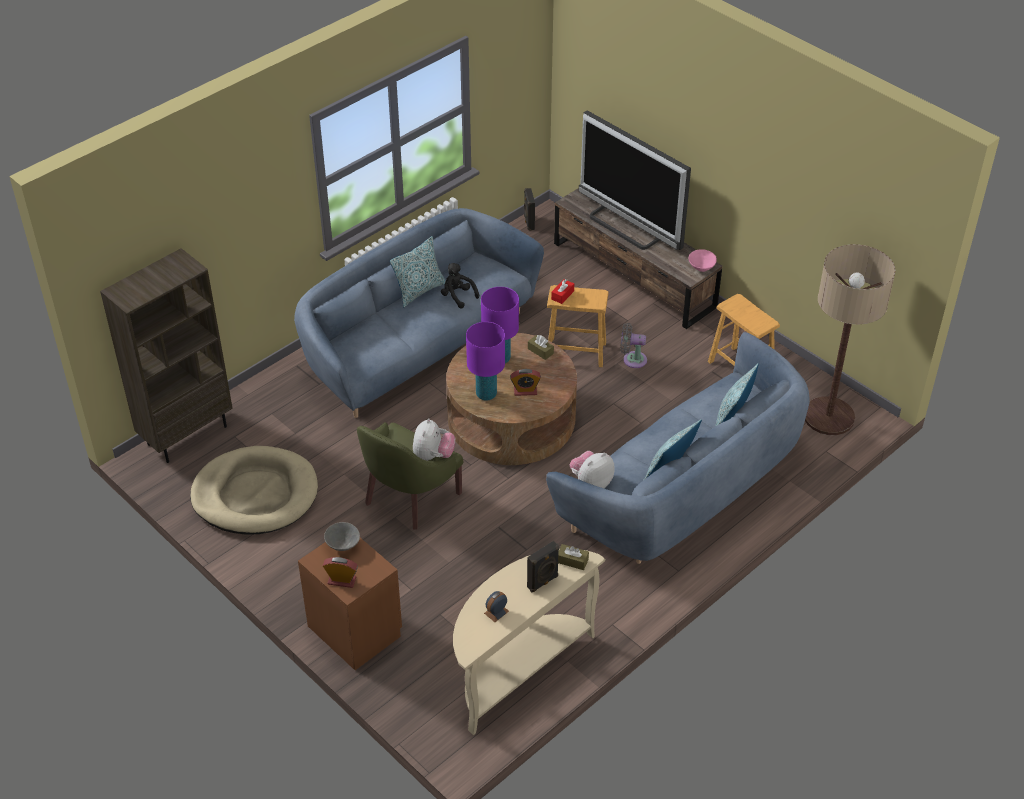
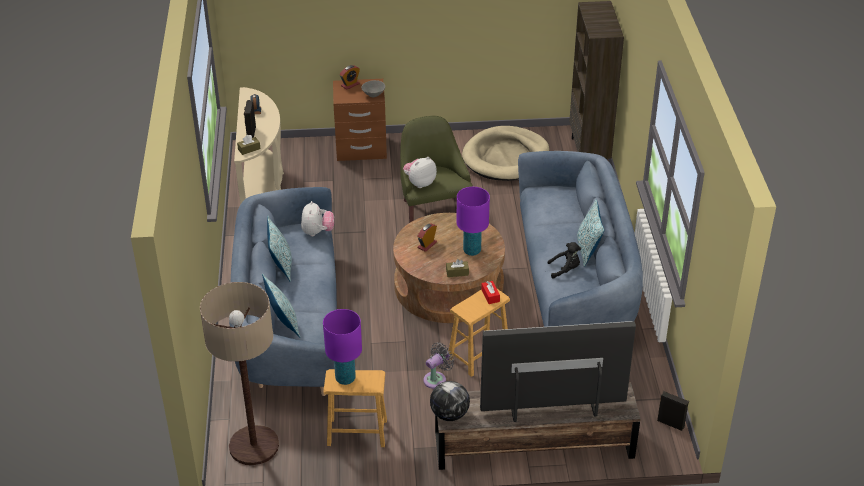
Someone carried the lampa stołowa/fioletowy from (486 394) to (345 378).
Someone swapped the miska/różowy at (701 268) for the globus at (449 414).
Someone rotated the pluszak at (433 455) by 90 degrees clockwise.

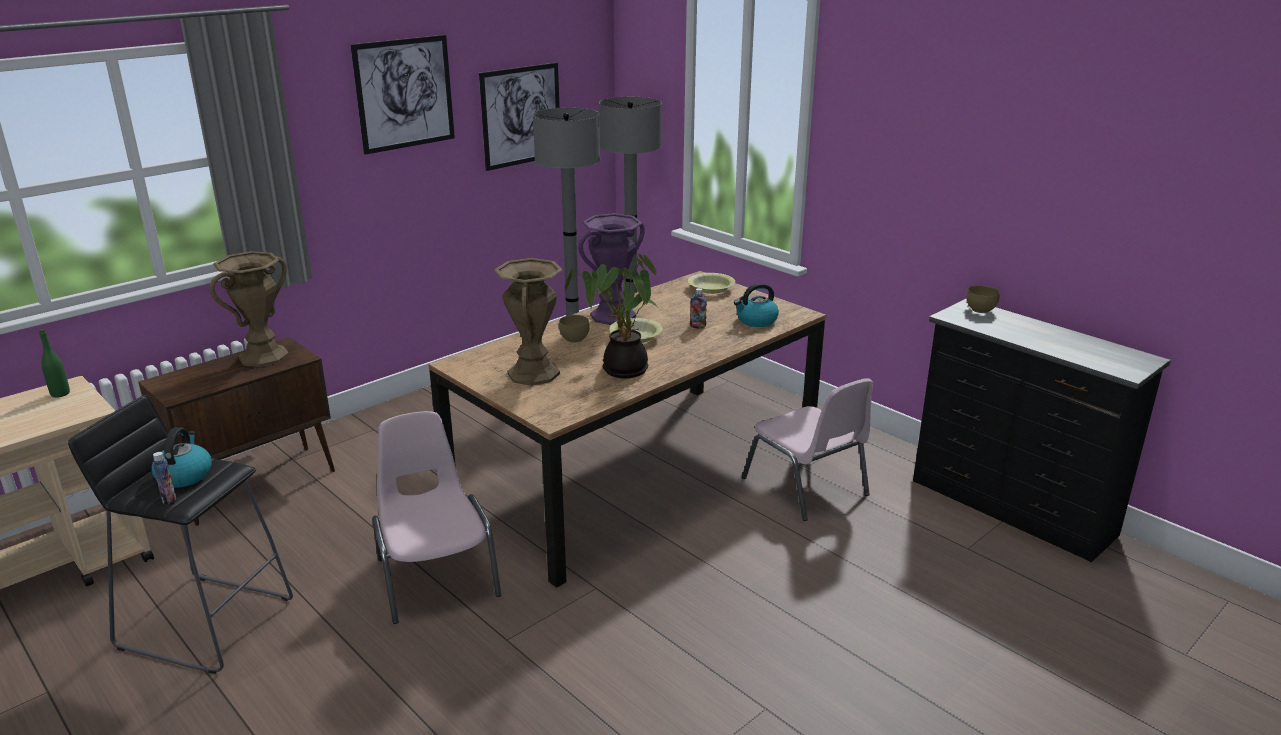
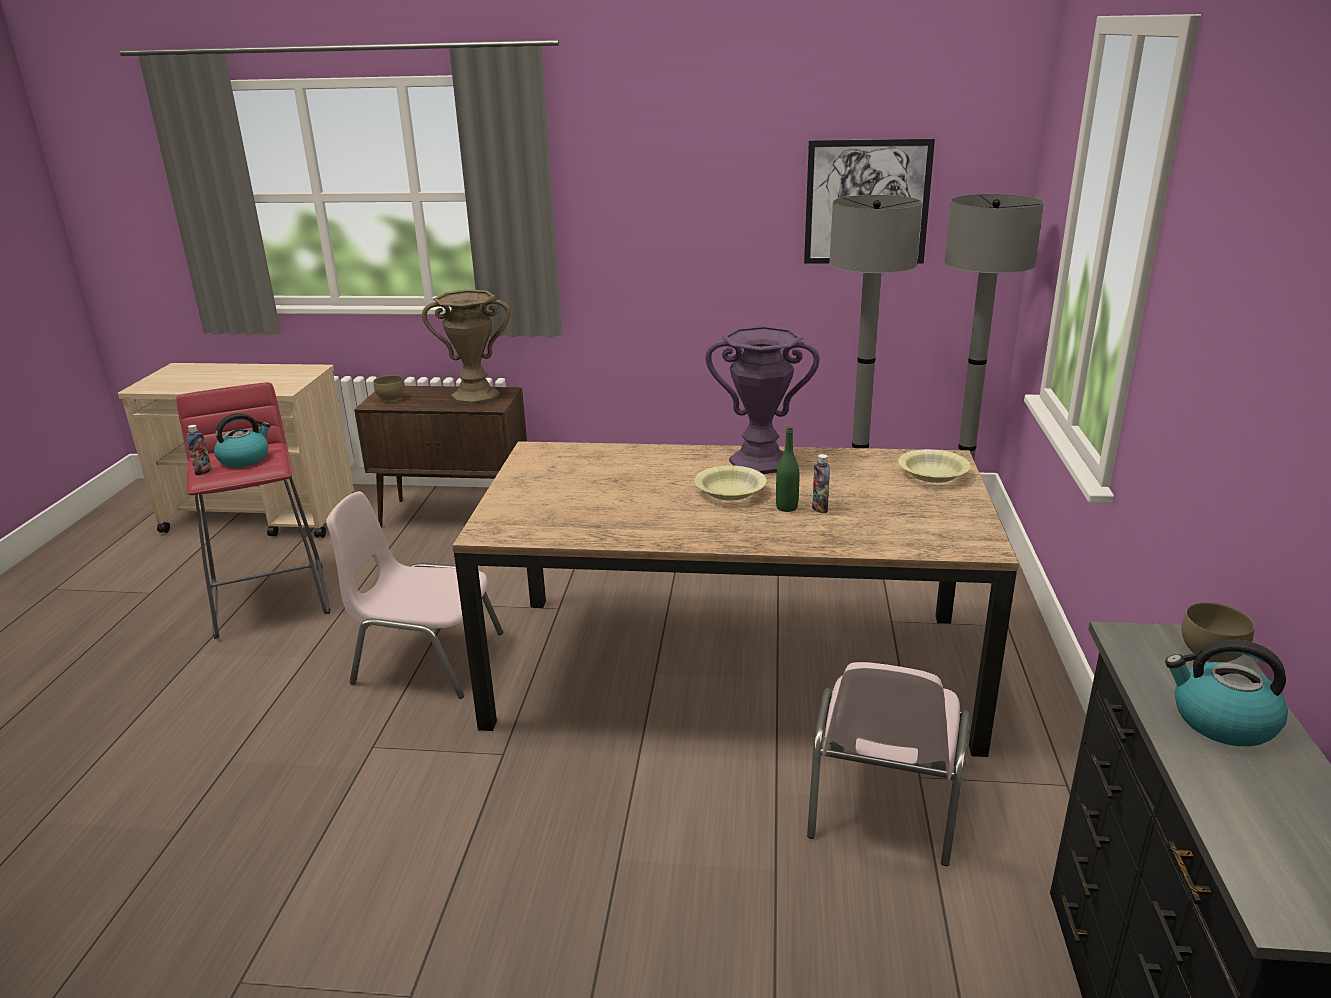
Someone took away the obraz at (404 93).
Someone took away the wazon/brązowy at (534 373).
Someone took away the roślina doniczkowa at (621 370).
Someone carried the butelka/zielony from (60 394) to (786 507).
Someone carried the miska/brązowy from (574 340) to (390 399).
Someone carried the czajnik from (756 321) to (1221 721).
Someone repainted the stołek/czarny at (206 621), which became the stołek/czerwony at (271 599).
Someone rotated the krzesło/różowy at (436 576) by 105 degrees counterclockwise.

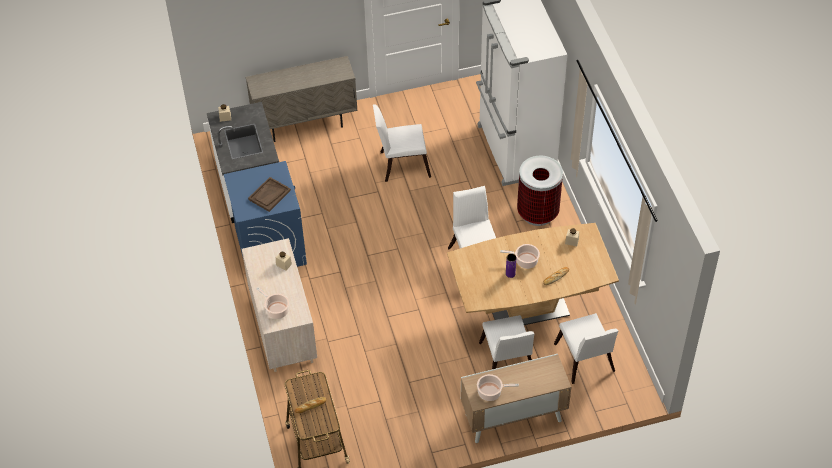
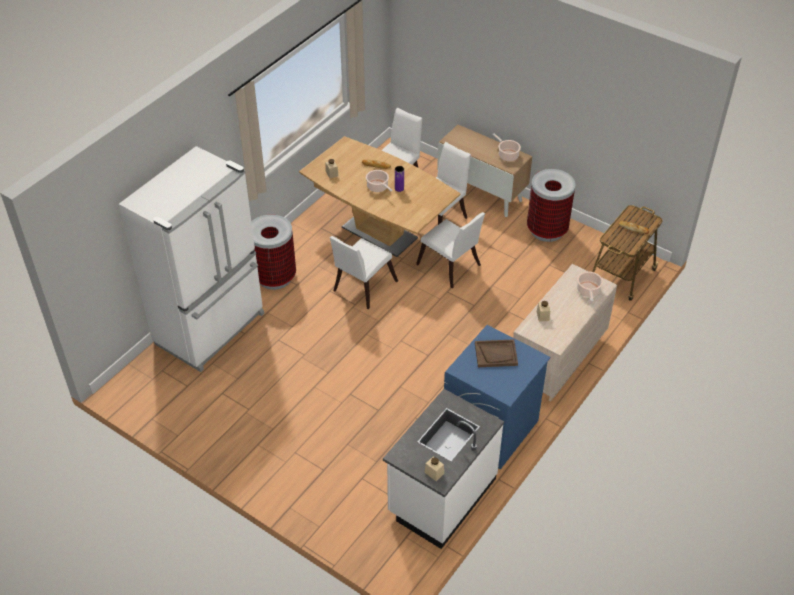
Someone took away the szafka/beżowy at (305 124).
Someone put down the kosz na śmieci at (547 230).
Someone carried the krzesło/biały from (401 164) to (450 267).

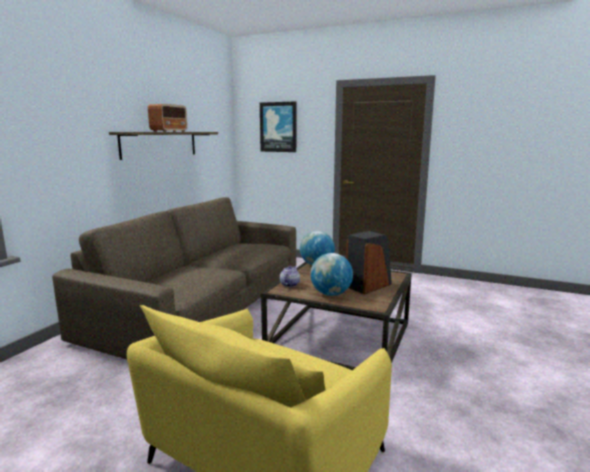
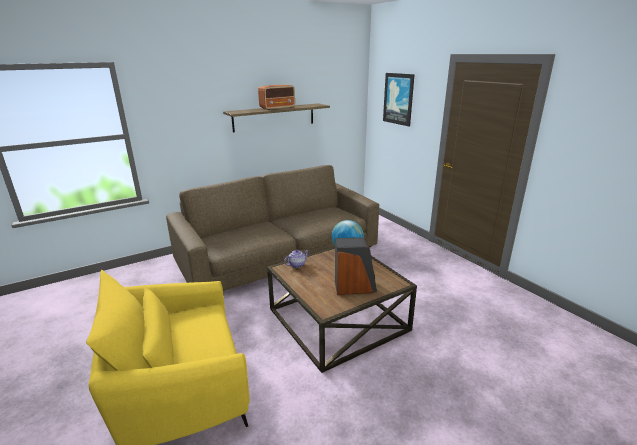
Someone took away the globus at (331 294).

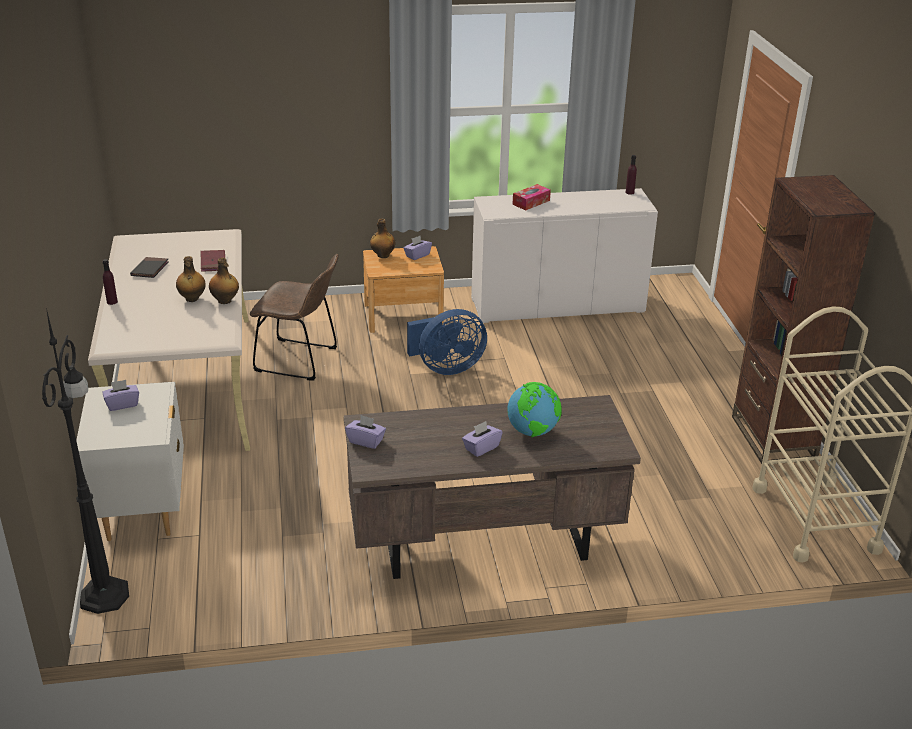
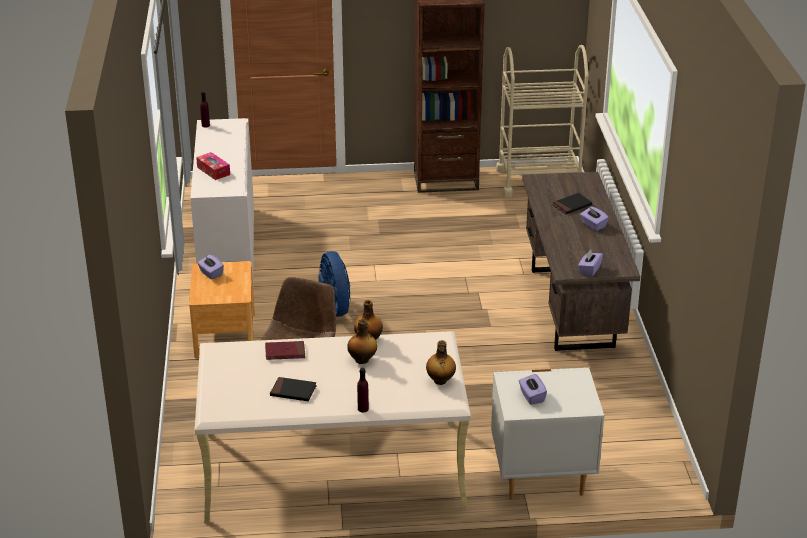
Someone took away the lampa stojąca/czarny at (105 593).
Someone carried the butelka from (382 255) to (440 381).
Someone swapped the globus at (533 432) for the książka/czarny at (572 205).

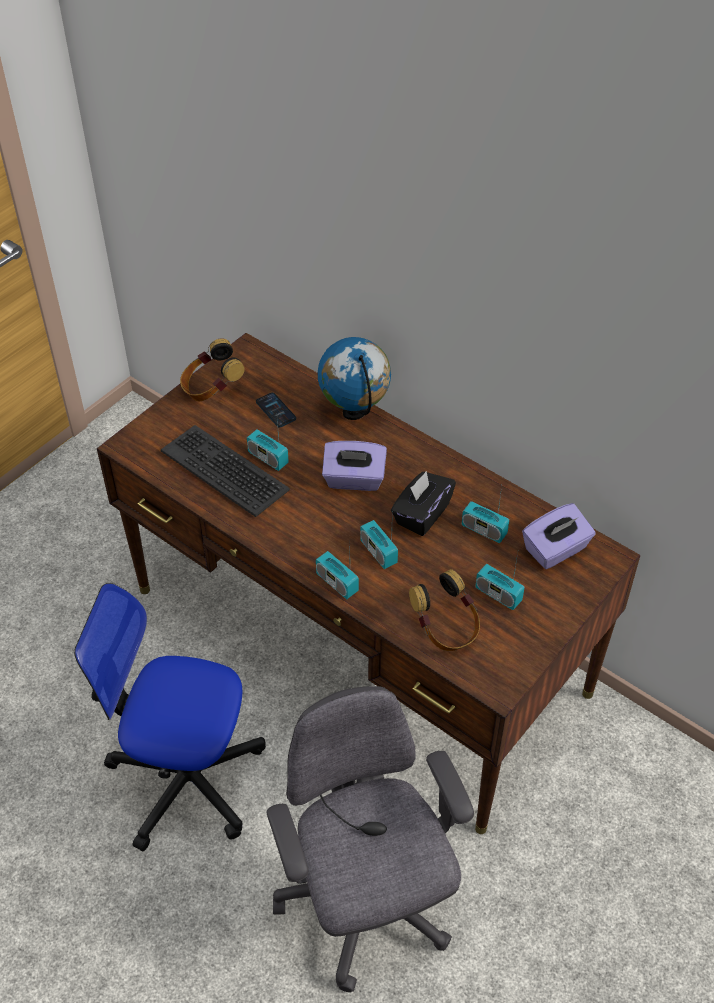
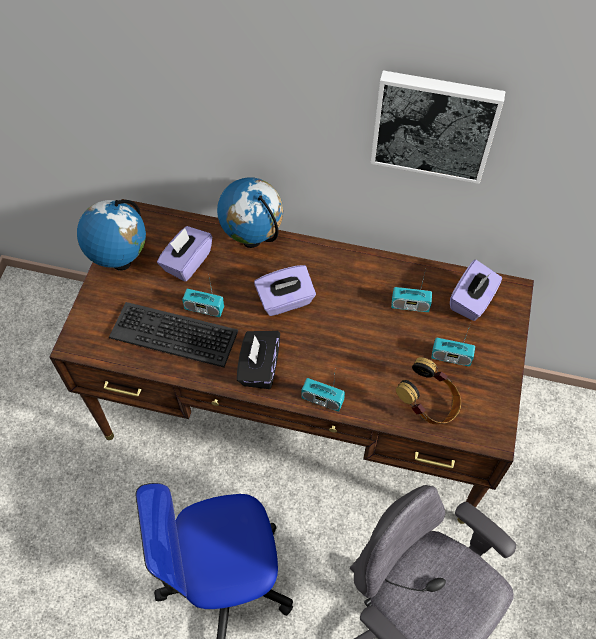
Someone took away the radio at (378 552).
Someone put up the obraz at (434 124).
Someone carried the pudełko chusteczek/czarny from (421 514) to (259 368).
Someone swapped the słuchawki at (211 388) for the globus at (120 262).
Someone swapped the telefon at (276 410) for the pudełko chusteczek/fioletowy at (187 262).

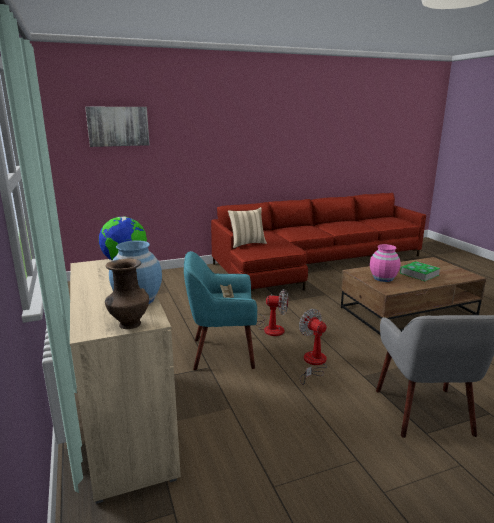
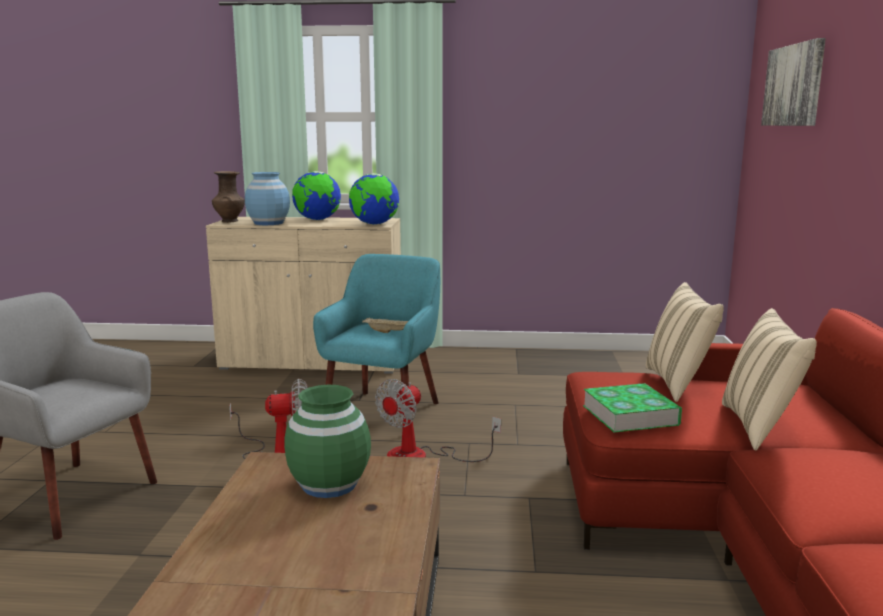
Someone put down the globus at (317 220).
Someone put down the poduszka/beżowy at (760 427).
Someone carried the książka from (419 274) to (630 415).
Someone repainted the wazon/różowy at (383 278), which became the wazon/zielony at (329 484).

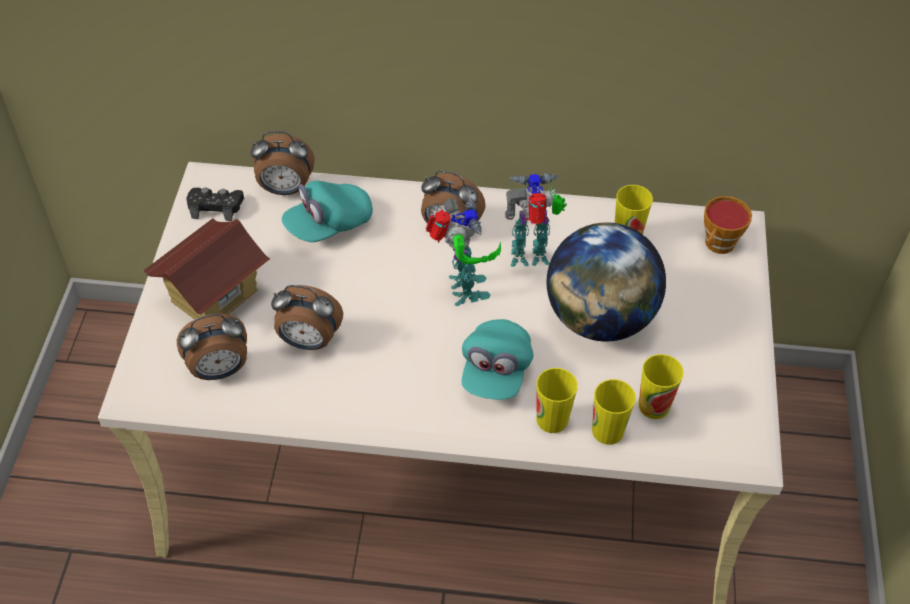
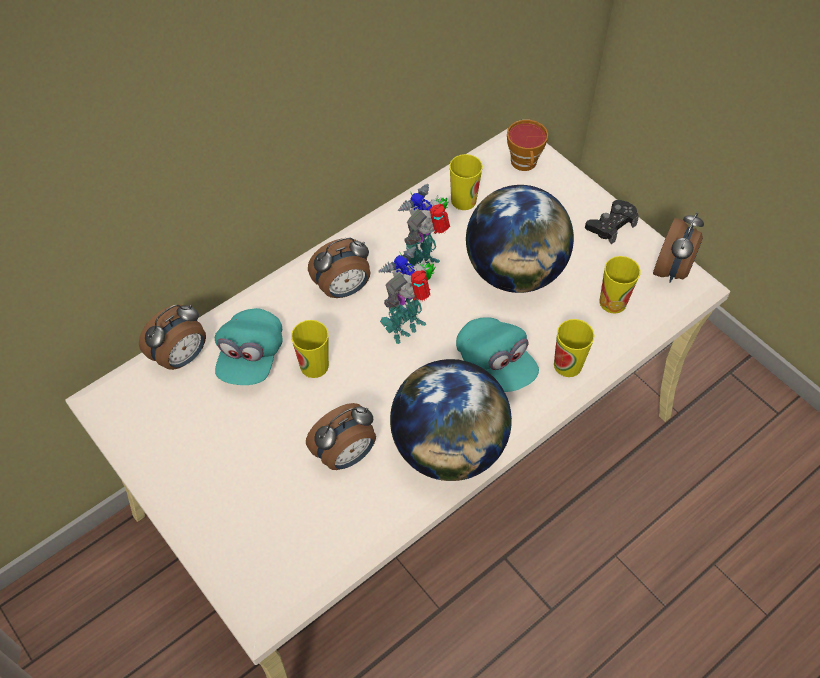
Someone took away the domek at (214 296).
Someone put down the globus at (448 448).
Someone carried the budzik from (219 370) to (672 270).
Someone carried the pad do gier/czarny from (216 207) to (611 225).
Someone carried the filiżanka from (607 431) to (314 365).
Someone rotated the robot zabawkowy at (463 291) by 75 degrees counterclockwise.

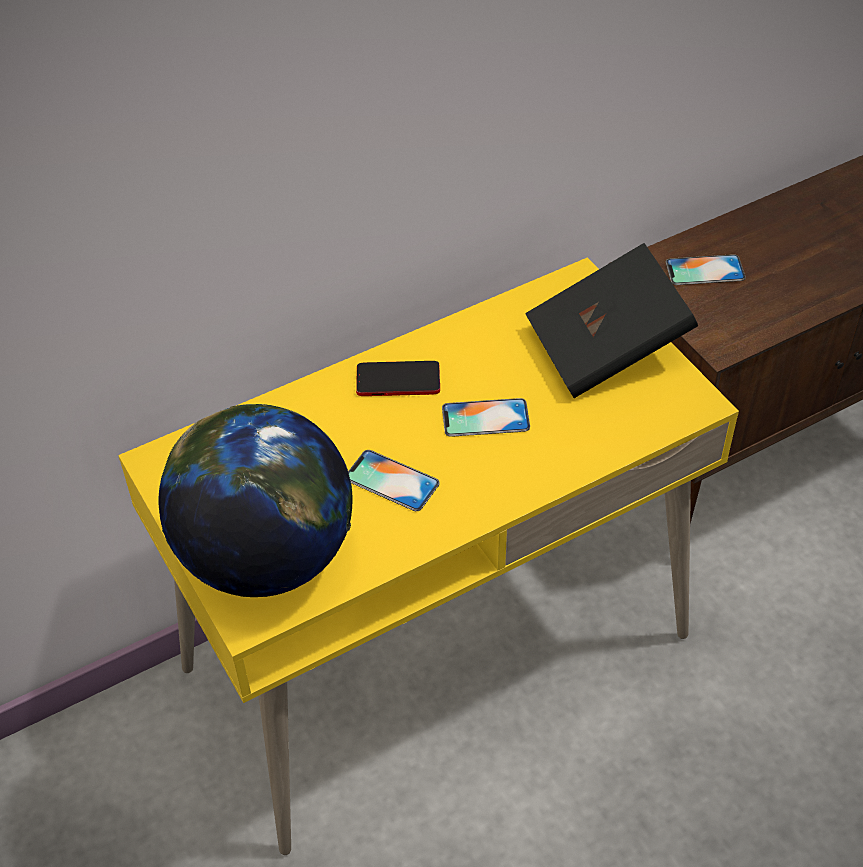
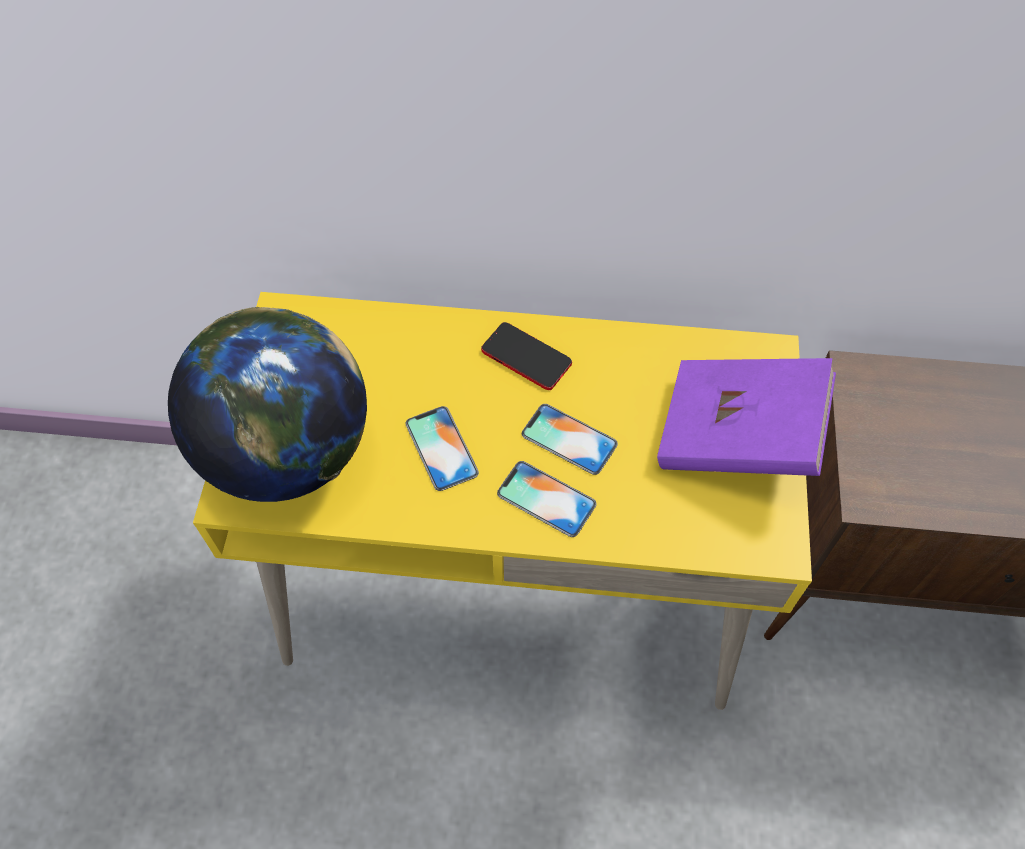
Someone carried the telefon from (705 270) to (546 499).
Someone repainted the książka/czarny at (607 348), which became the książka/fioletowy at (737 438).

